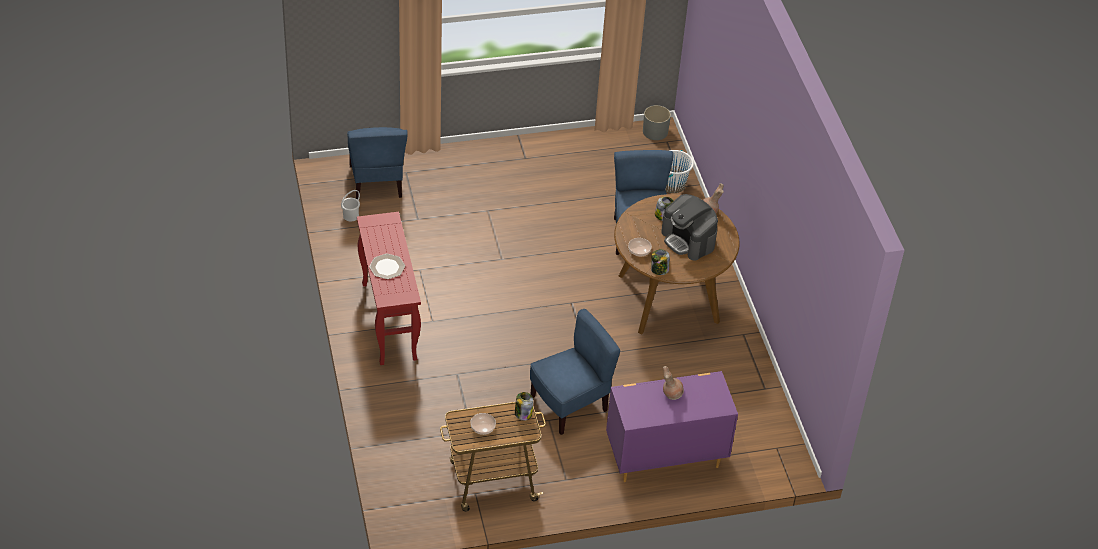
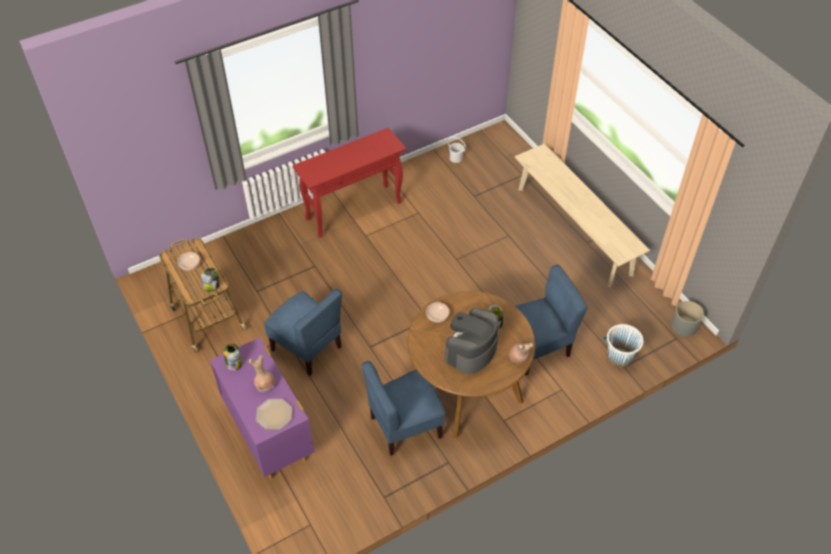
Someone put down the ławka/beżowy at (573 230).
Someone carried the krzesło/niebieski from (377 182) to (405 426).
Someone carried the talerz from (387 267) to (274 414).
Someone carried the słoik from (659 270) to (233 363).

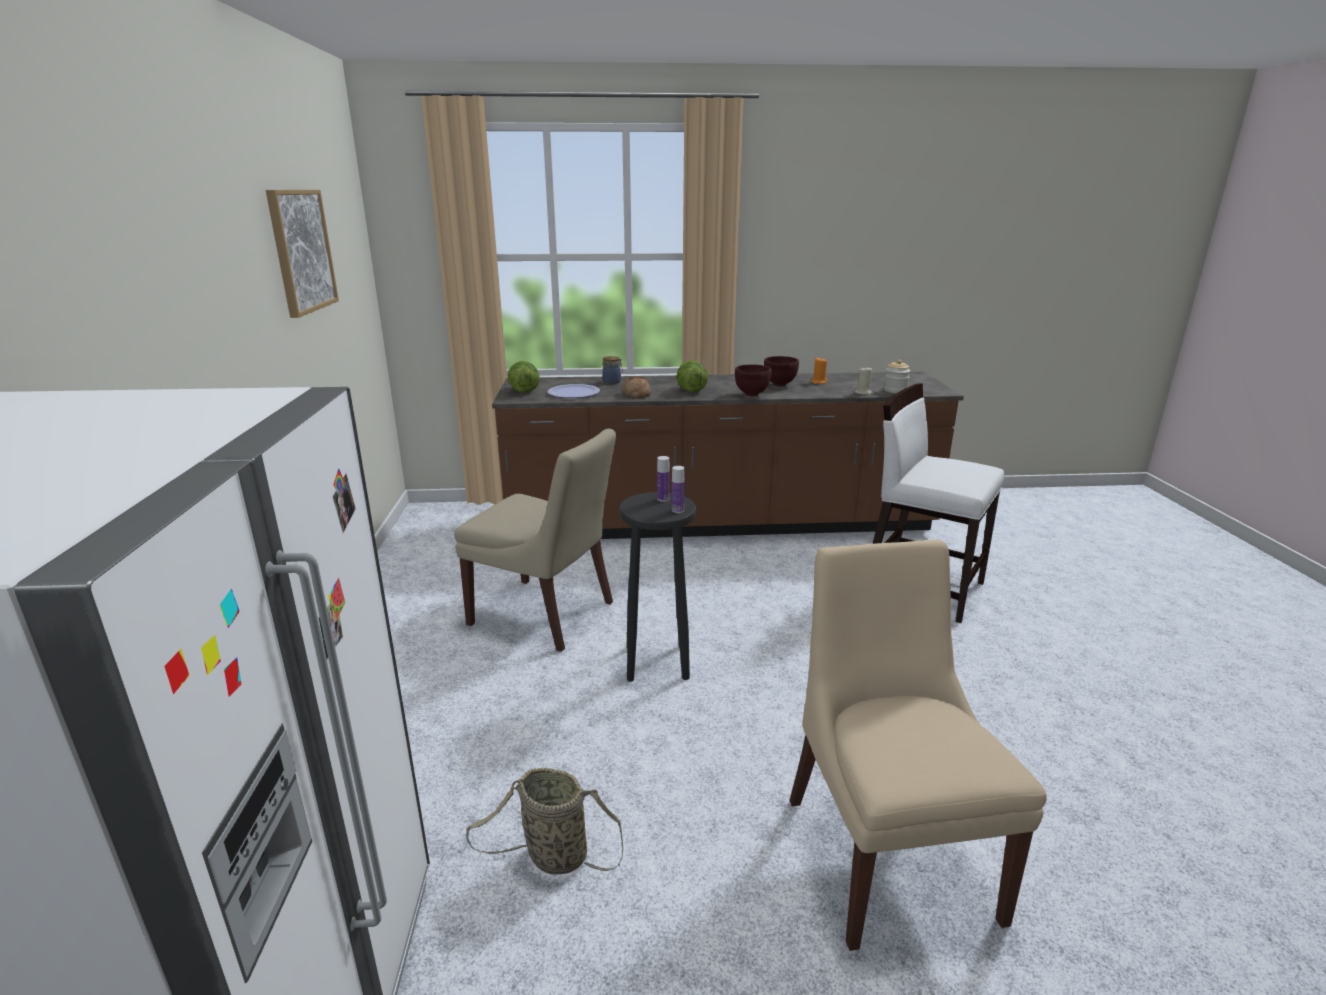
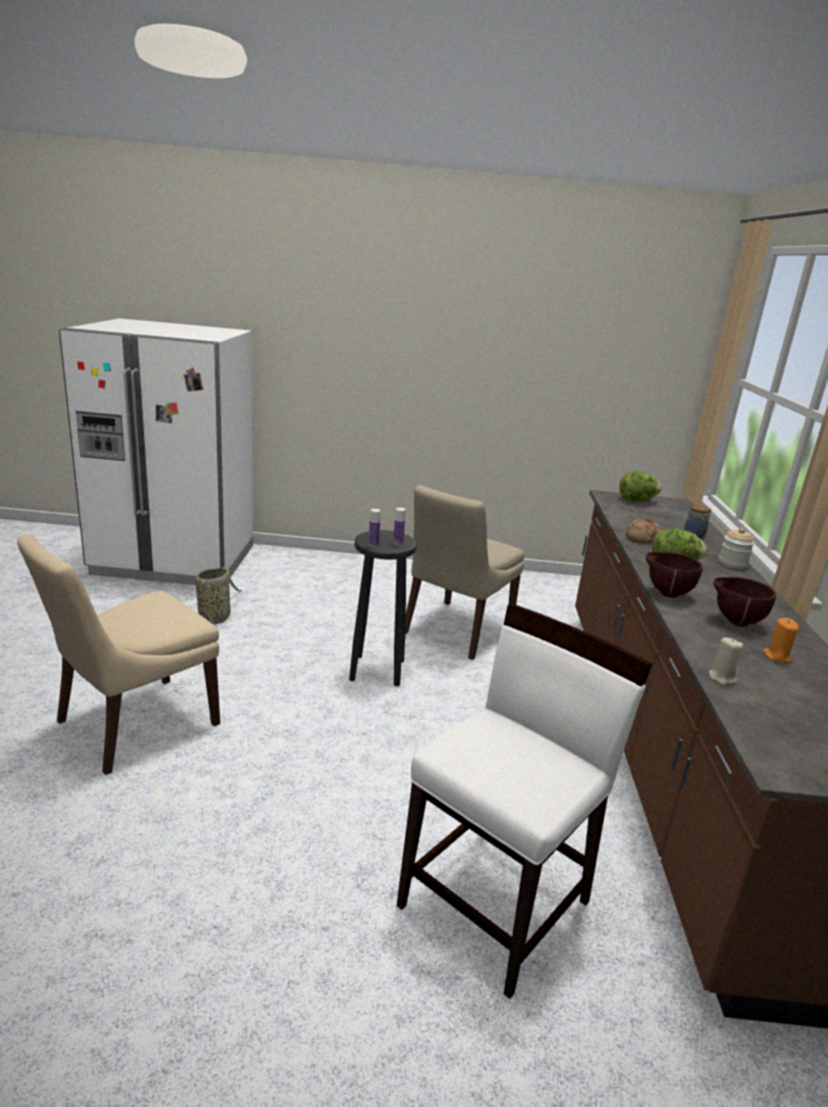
Someone took away the obraz at (301 251).
Someone took away the talerz at (574 393).
Someone carried the słoik from (895 390) to (732 563).
Someone rotated the krzesło/beżowy at (886 850) by 135 degrees clockwise.

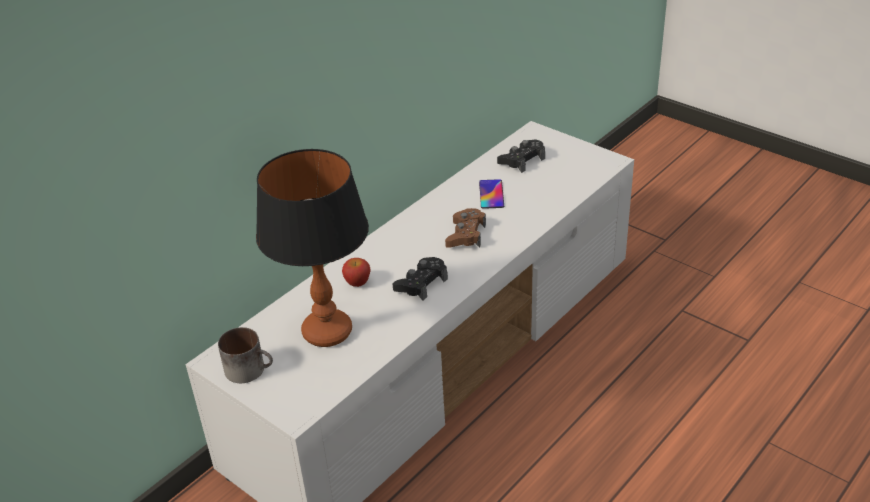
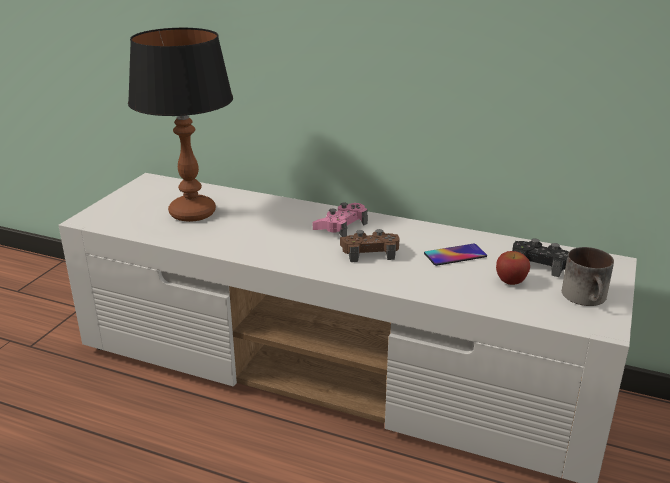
Someone took away the pad do gier/czarny at (421 283).
Someone put down the pad do gier/różowy at (341 226).
Someone carried the kubek from (250 369) to (587 298).
Someone carried the jabłko from (357 282) to (510 281).

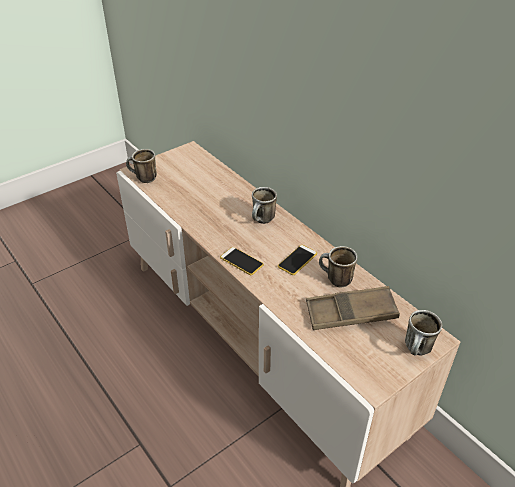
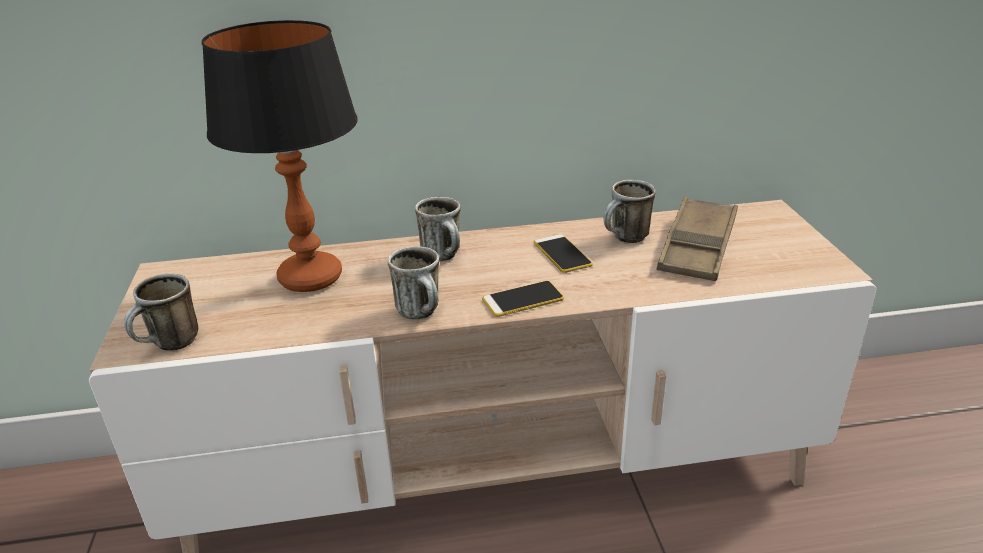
Someone put down the lampa stołowa at (309 278).
Someone carried the kubek from (417 351) to (423 313).

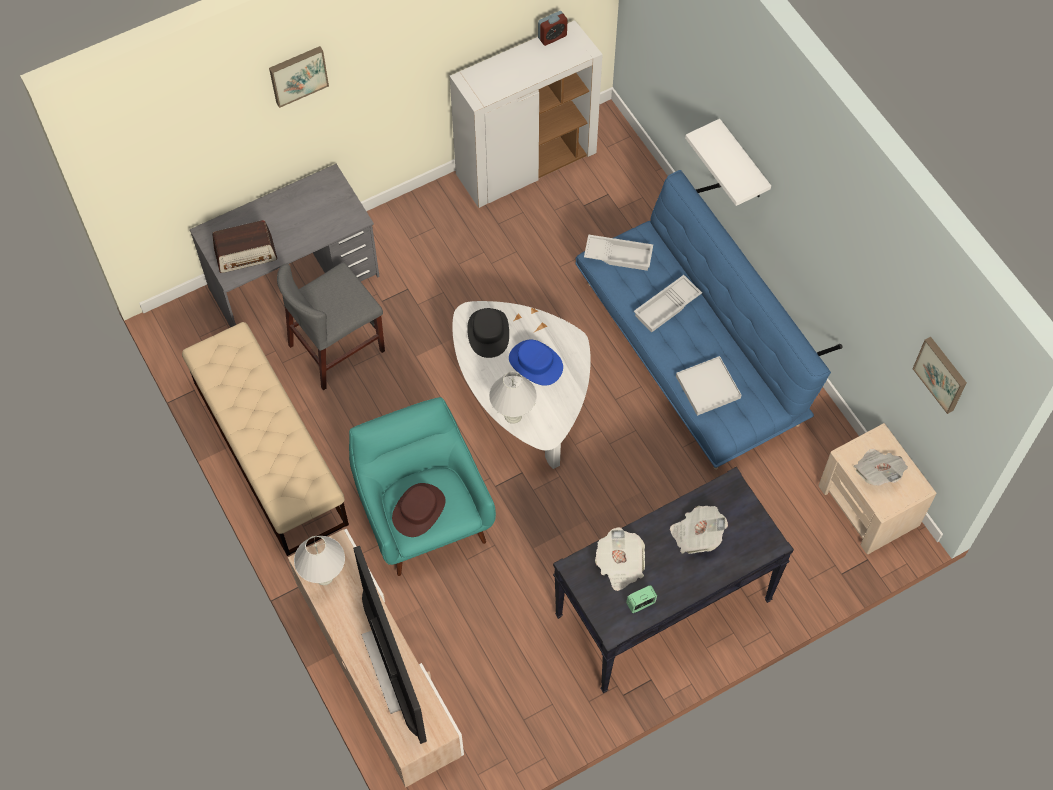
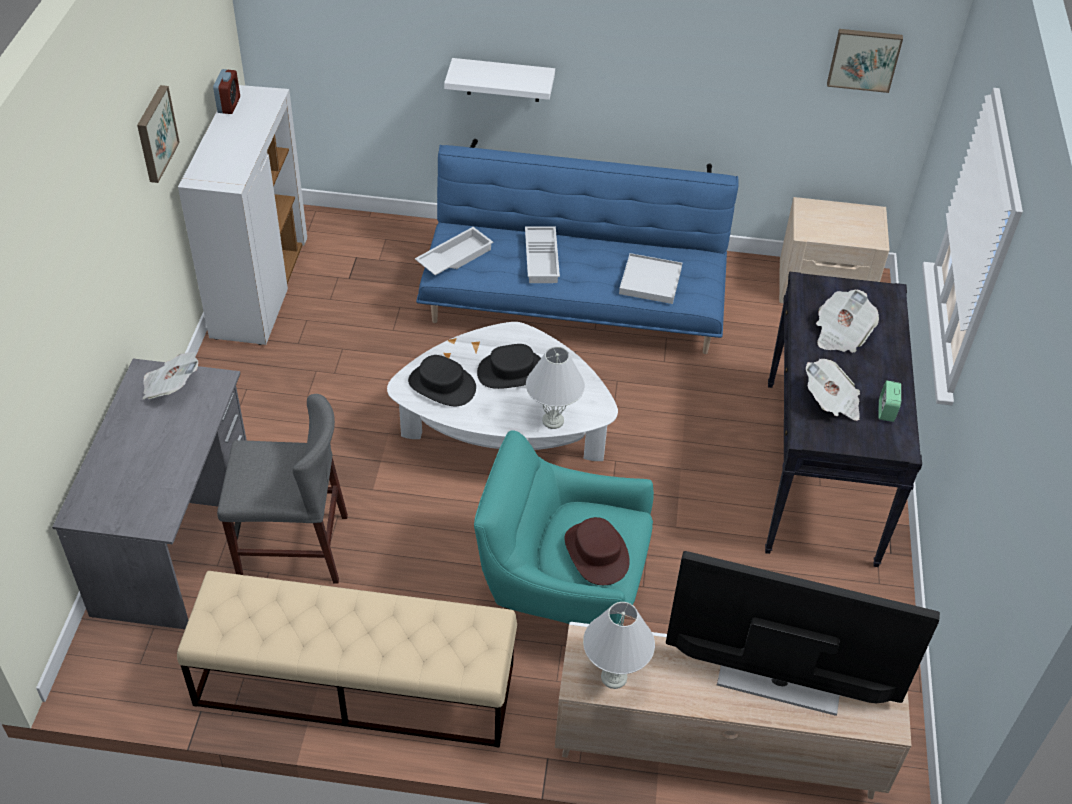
Someone took away the radio at (246 254).
Someone carried the obraz from (298 74) to (155 133).
Someone carried the gazeta from (877 472) to (171 387).
Someone repainted the kapelusz/niebieski at (535 363), which became the kapelusz/czarny at (512 372).
Someone rotated the krzesło/szary at (337 348) by 90 degrees counterclockwise.

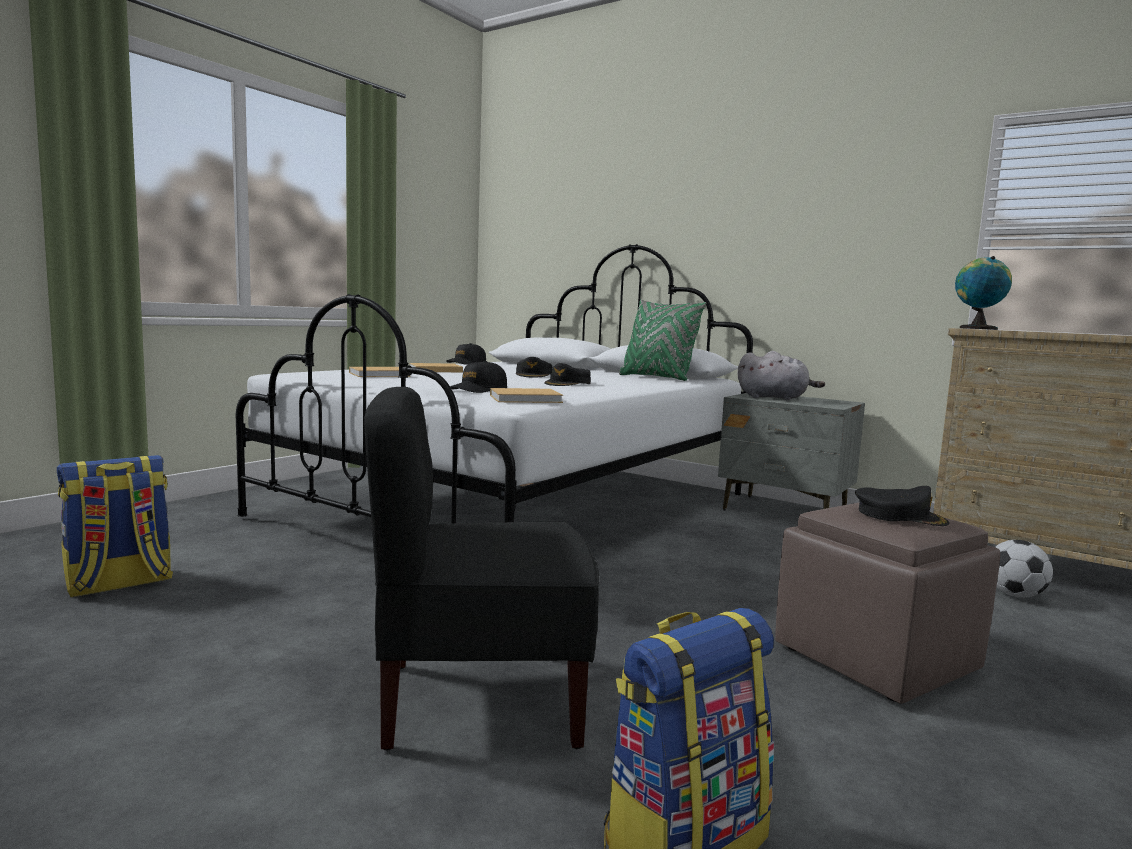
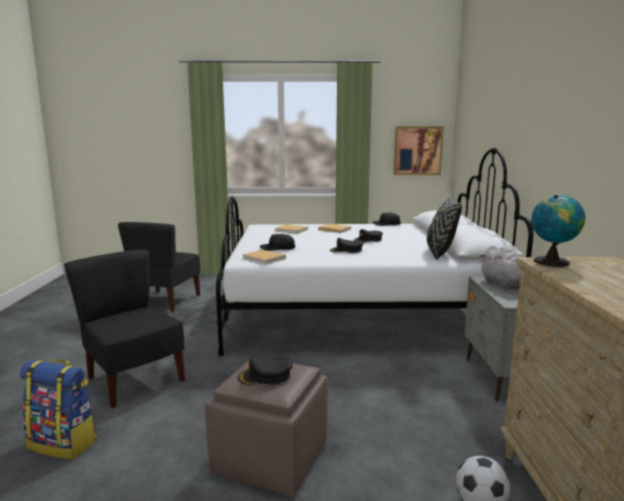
Someone put up the obraz at (418 150).
Someone swapped the plecak at (118 584) for the krzesło/czarny at (166 301).
Someone repainted the poduszka/zielony at (657 378), which became the poduszka/czarny at (440 253).
Someone rotated the czapka z daszkiem/czarny at (899 516) by 90 degrees clockwise.

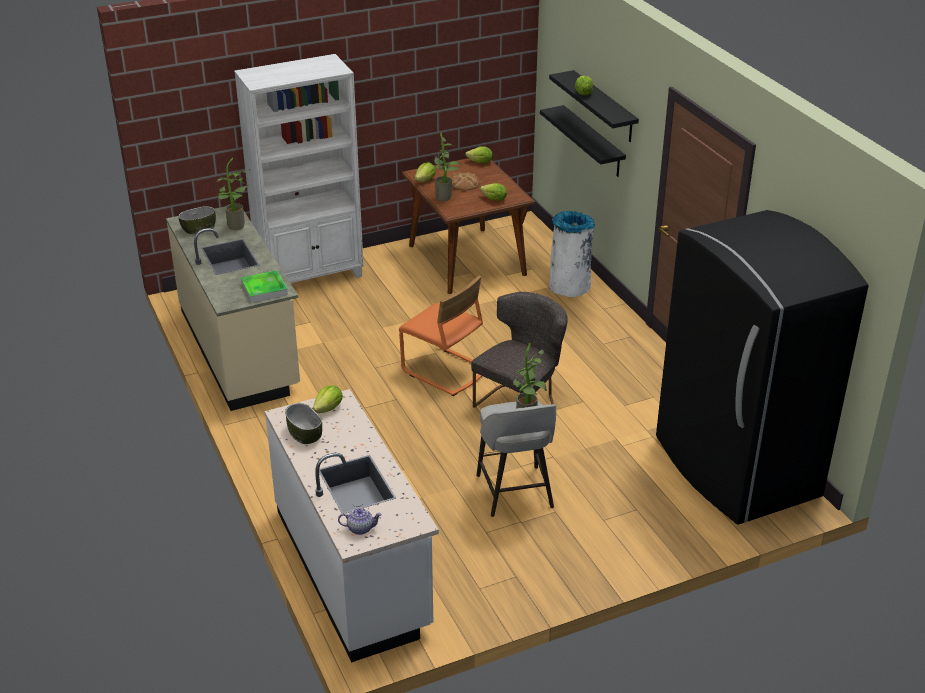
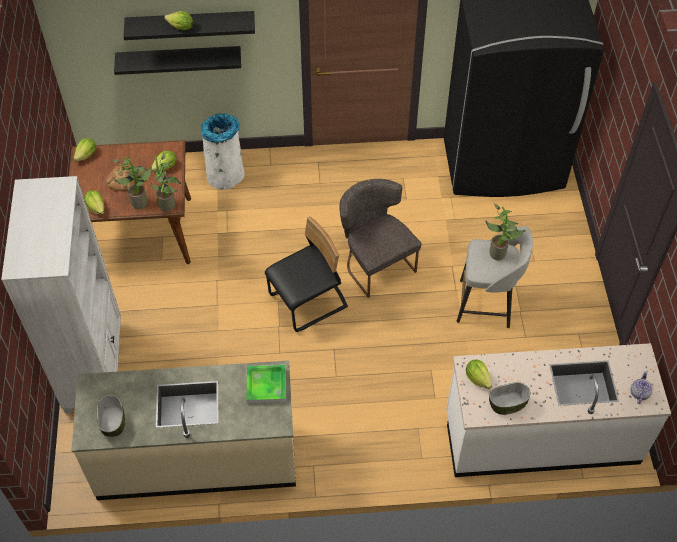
Someone carried the roślina doniczkowa from (236 227) to (169 206).
Someone repainted the krzesło/pomarańczowy at (444 371), which became the krzesło/czarny at (308 302).

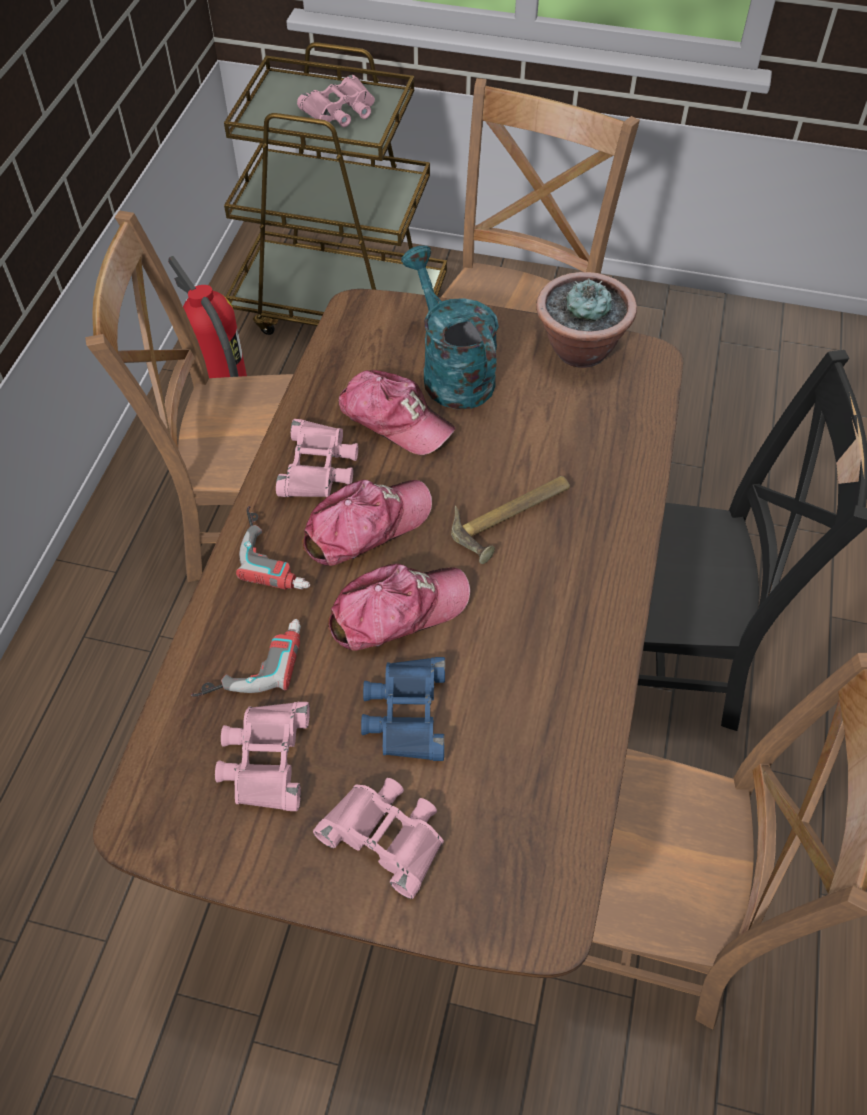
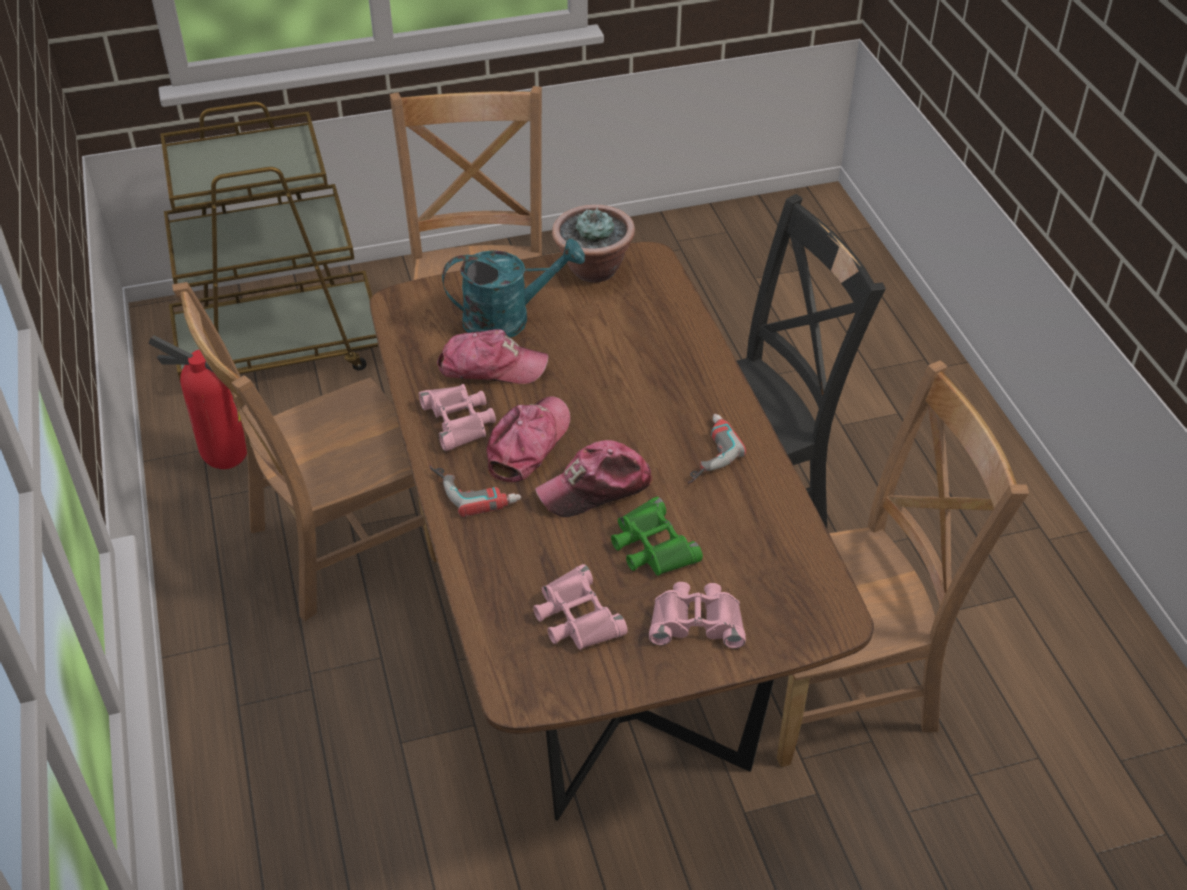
Someone took away the lornetka/różowy at (341 110).
Someone took away the młotek at (513 519).
Someone carried the wiertarka from (250 662) to (704 452).
Someone repainted the lornetka/niebieski at (405 713), which became the lornetka/zielony at (651 546).
Someone rotated the czapka z daszkiem at (397 611) by 150 degrees counterclockwise.
Someone rotated the konewka/turkusowy at (451 372) by 135 degrees clockwise.

